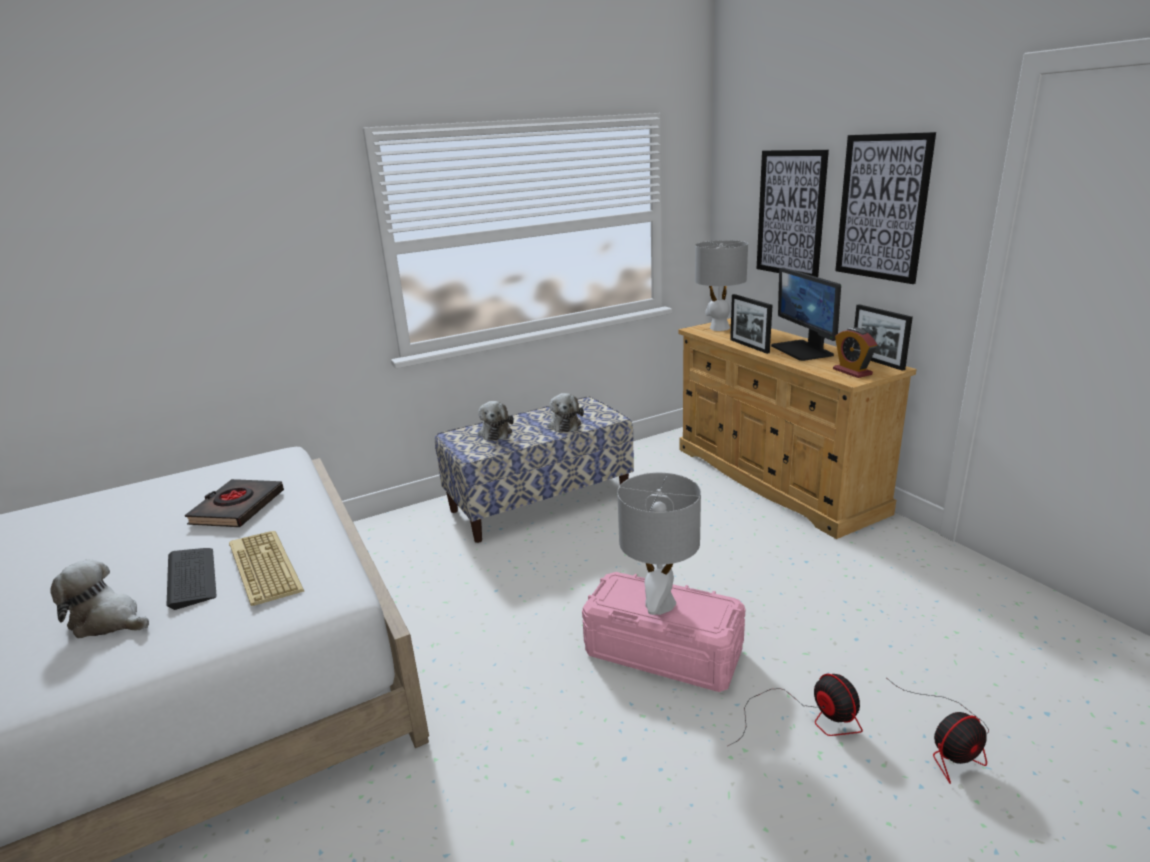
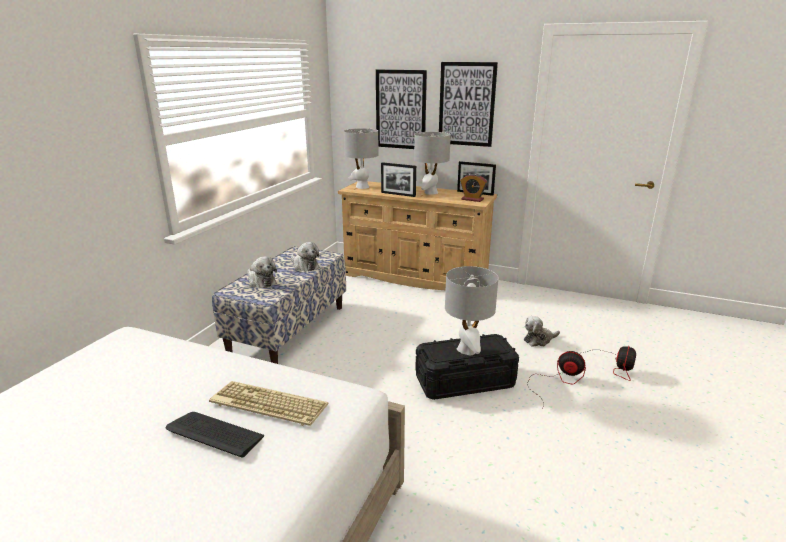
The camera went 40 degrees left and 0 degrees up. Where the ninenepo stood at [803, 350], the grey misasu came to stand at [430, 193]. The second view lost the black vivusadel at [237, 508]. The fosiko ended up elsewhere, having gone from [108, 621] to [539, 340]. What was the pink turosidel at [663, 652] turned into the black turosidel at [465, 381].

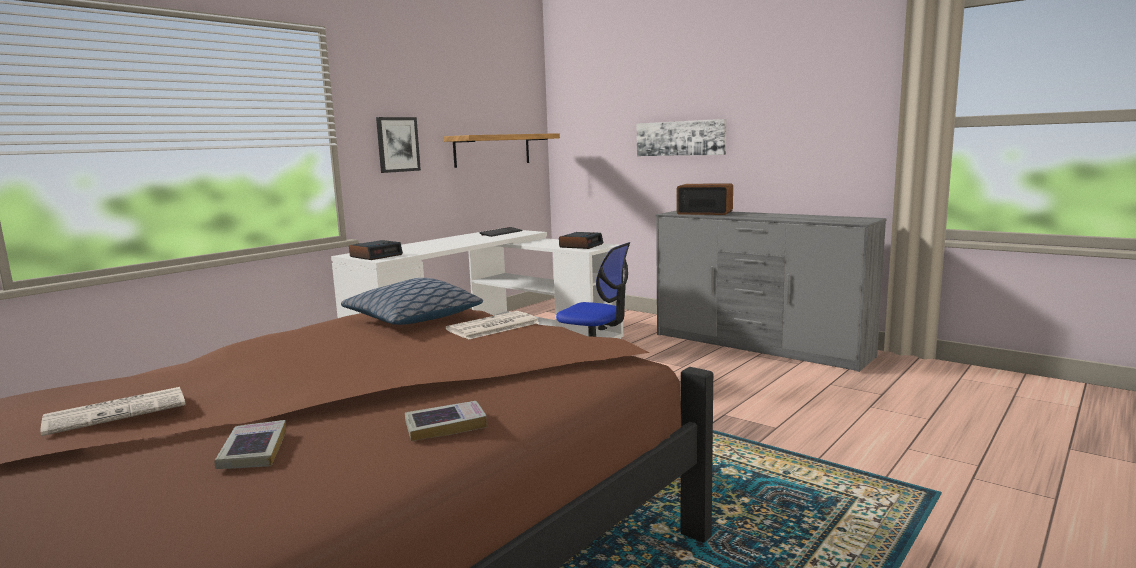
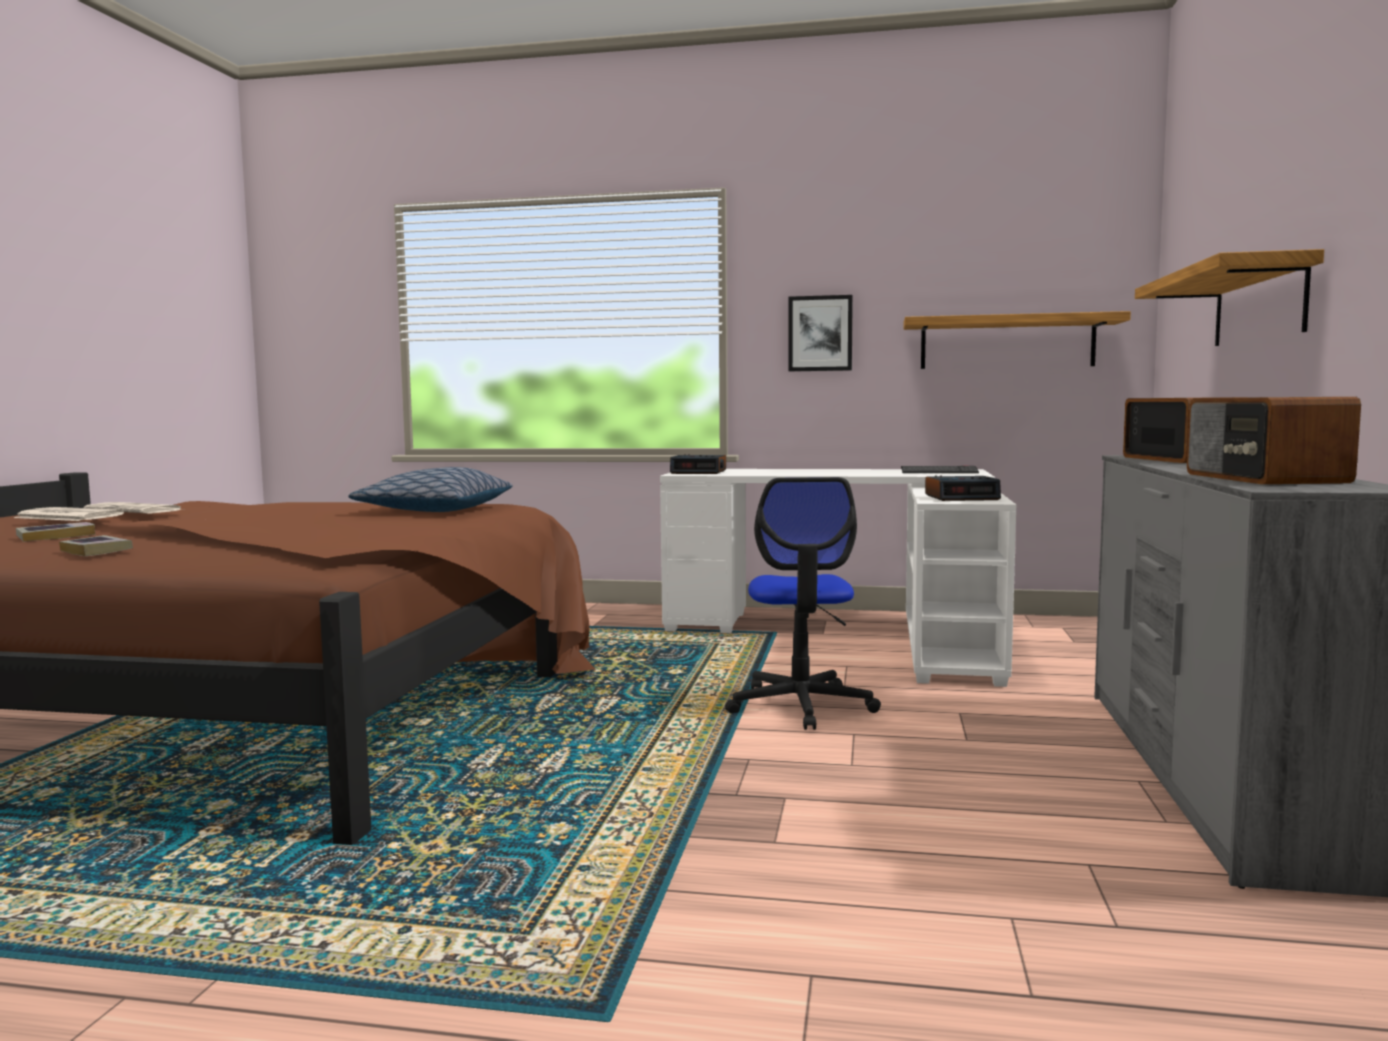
The camera went 60 degrees right and 5 degrees down. Where the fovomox hung at [680, 138], the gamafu came to hang at [1258, 305]. The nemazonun ended up elsewhere, having gone from [492, 327] to [67, 516]. The second view gained the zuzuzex at [1262, 478].

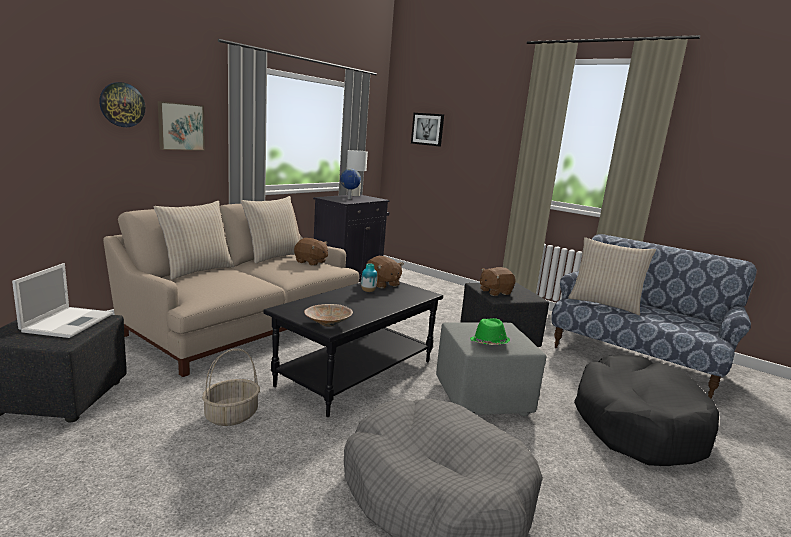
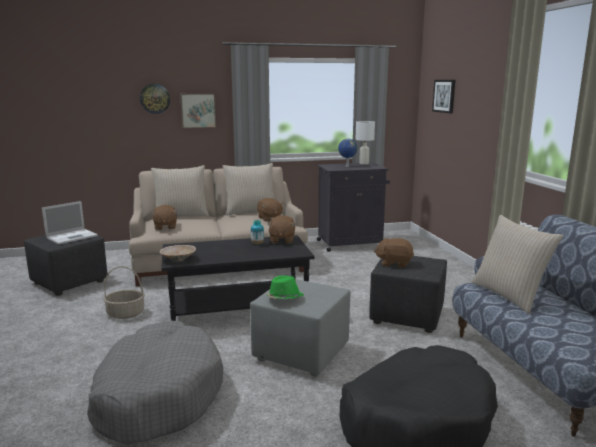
The camera went 40 degrees right and 0 degrees up. The second view gained the brown fosiko at [165, 227].

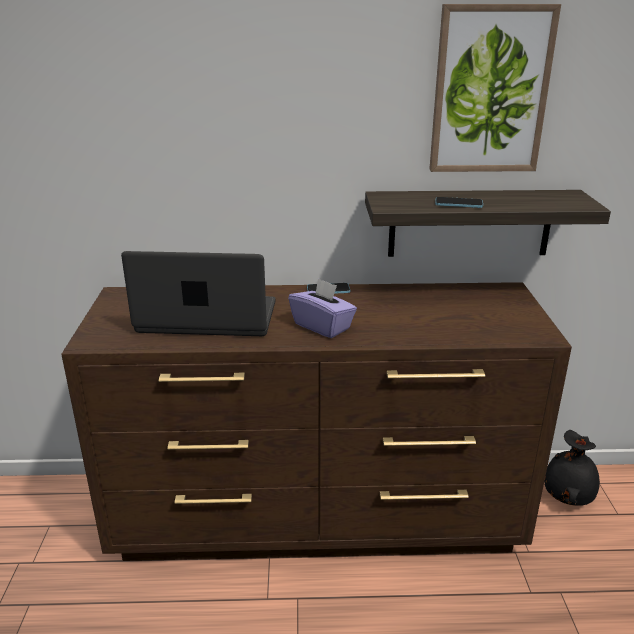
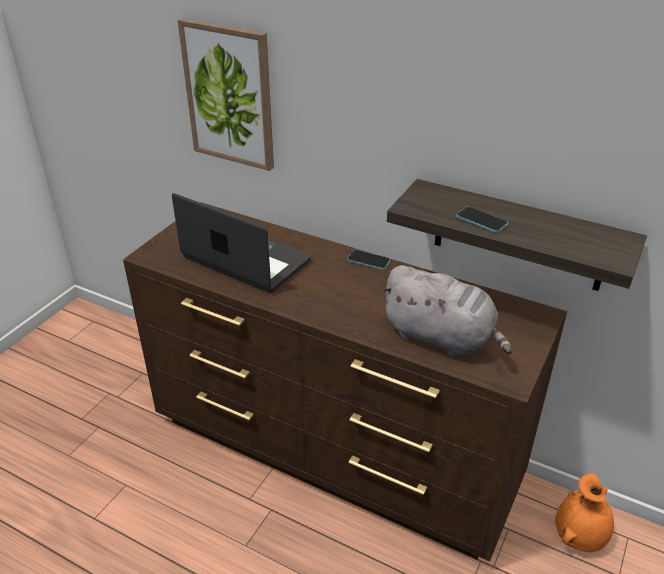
The camera went 30 degrees right and 10 degrees up. The fovomox ended up elsewhere, having gone from [490, 91] to [230, 95]. The second view lost the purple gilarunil at [322, 326]. What was the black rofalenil at [568, 498] turned into the orange rofalenil at [580, 537]. The second view gained the grey fosiko at [442, 338].

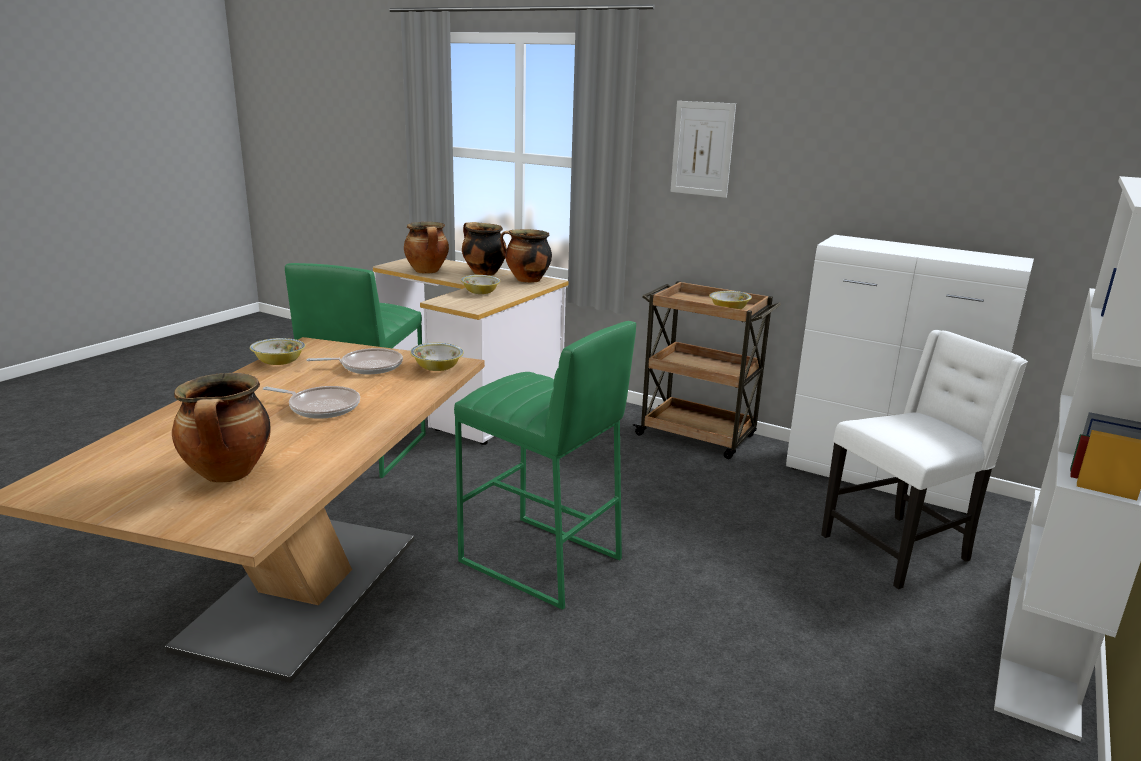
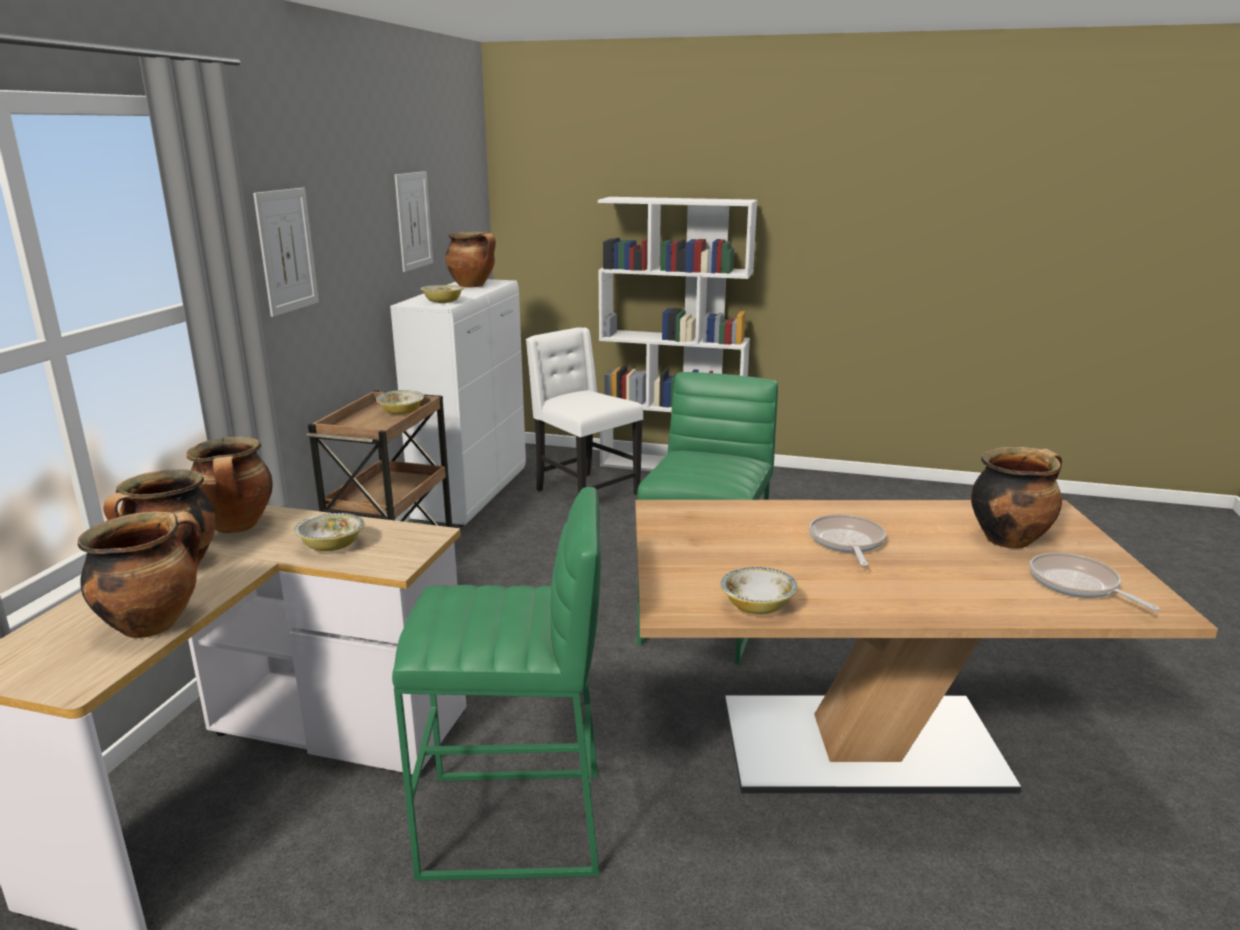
The camera went 105 degrees left and 0 degrees up. The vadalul ended up elsewhere, having gone from [437, 368] to [443, 302]. The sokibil ended up elsewhere, having gone from [367, 366] to [1077, 585]. The second view gained the fovomox at [413, 221]. The second view gained the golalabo at [473, 286].

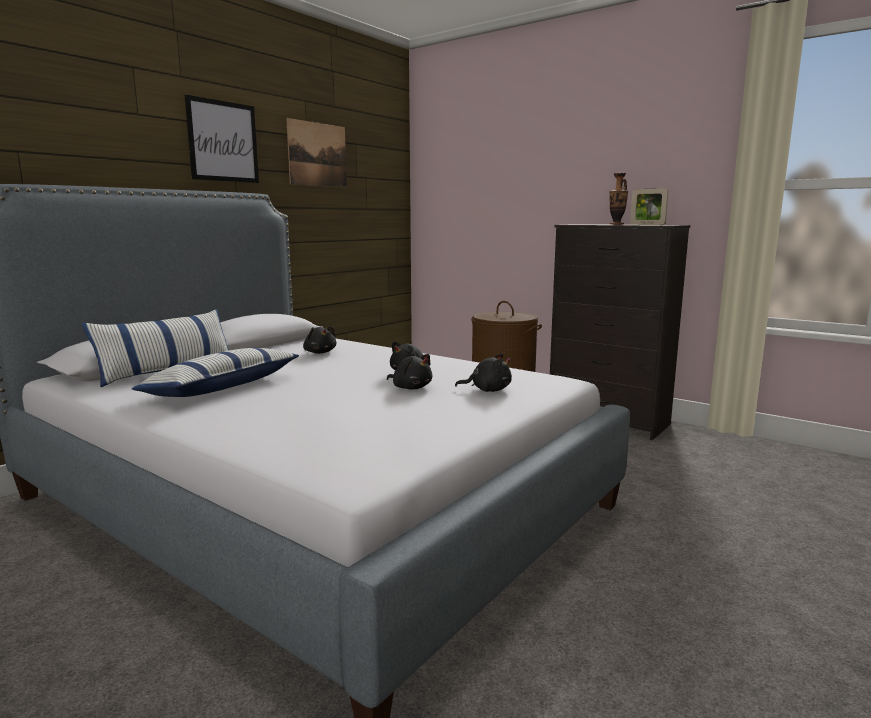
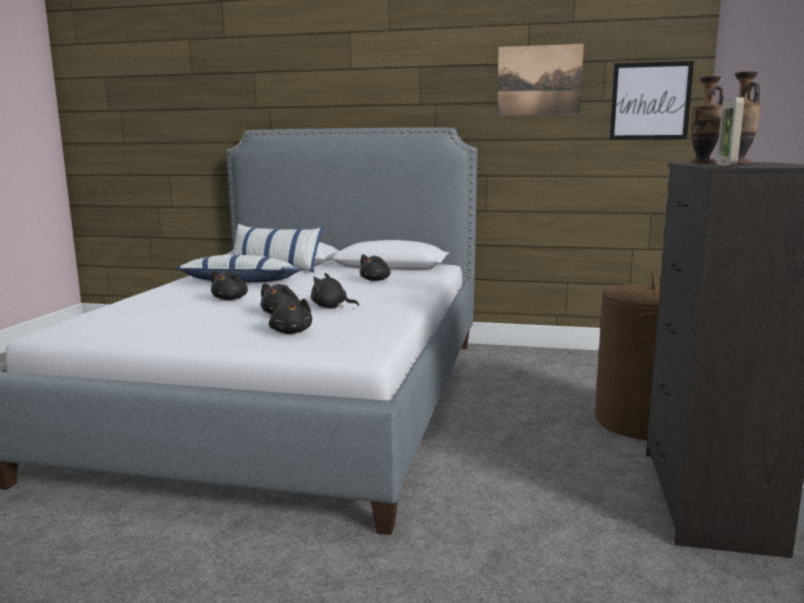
The camera went 65 degrees right and 0 degrees up. The fovomox ended up elsewhere, having gone from [223, 141] to [650, 101]. The second view gained the rofalenil at [702, 162]. The second view gained the black fosiko at [231, 299].

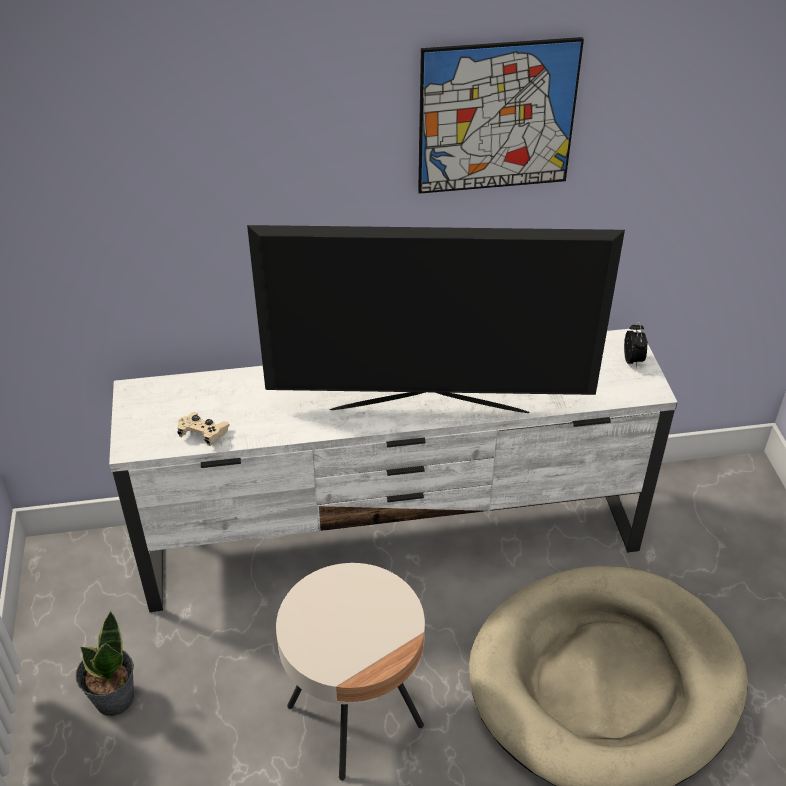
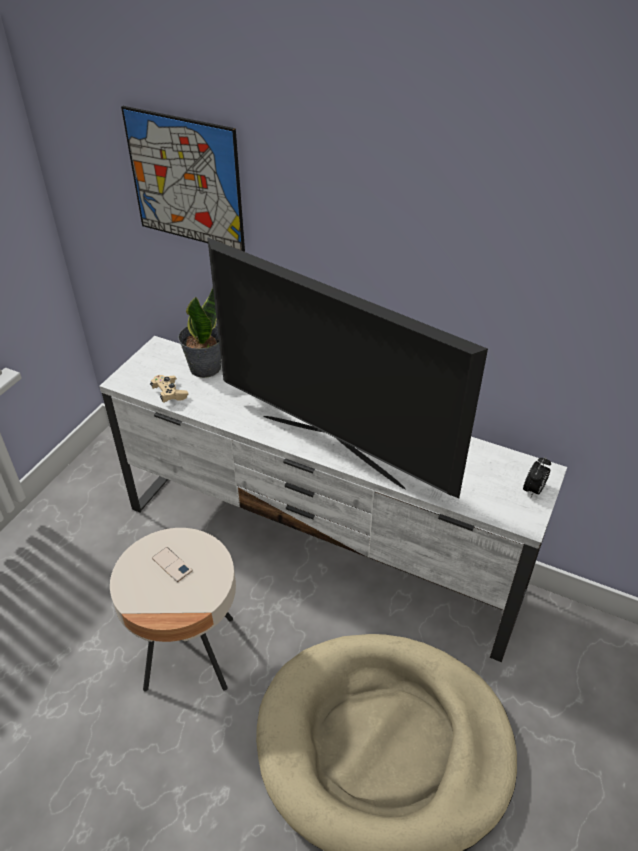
The camera went 35 degrees right and 0 degrees up. The fovomox ended up elsewhere, having gone from [497, 117] to [185, 180]. The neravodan ended up elsewhere, having gone from [113, 698] to [204, 367]. The second view gained the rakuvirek at [172, 564].

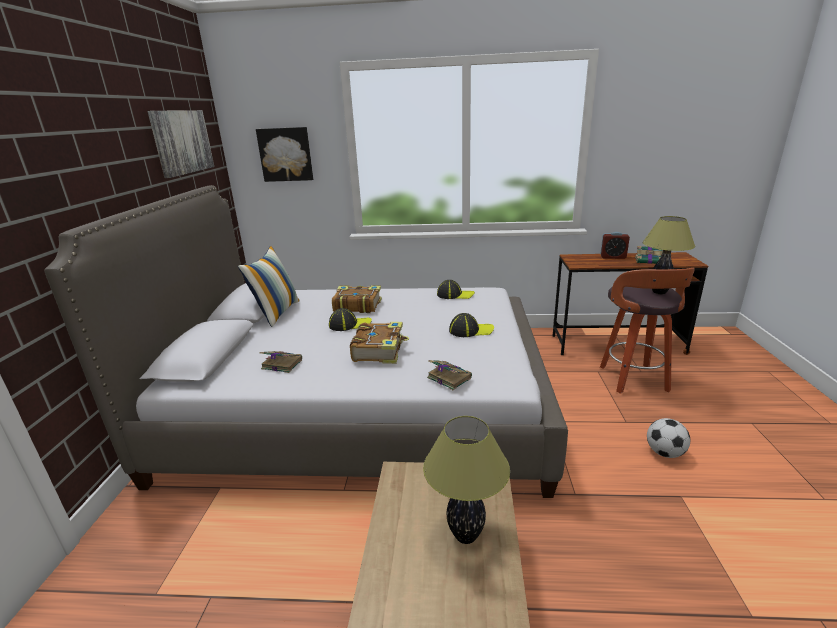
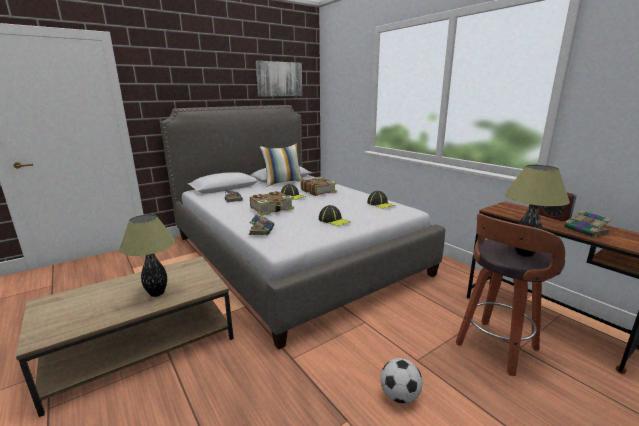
The camera went 50 degrees right and 5 degrees down. The second view lost the fovomox at [286, 154].

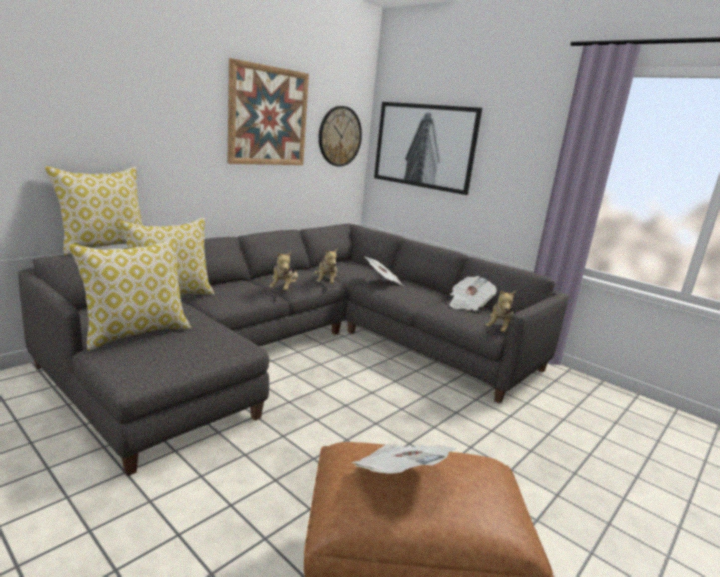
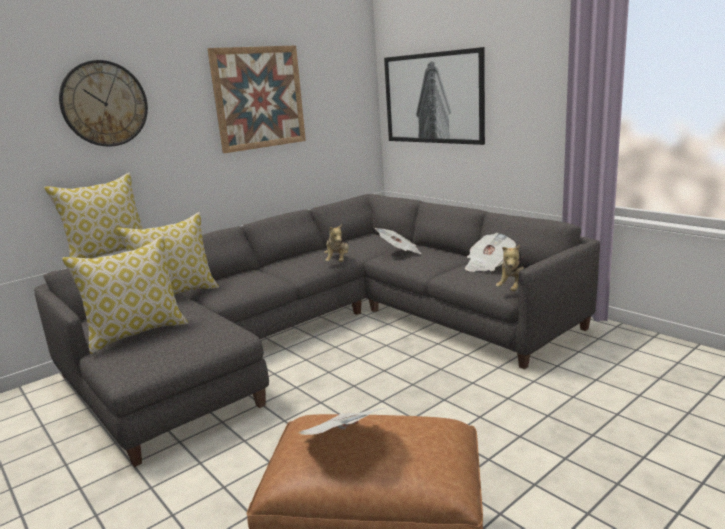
The camera went 10 degrees right and 0 degrees up. The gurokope ended up elsewhere, having gone from [339, 136] to [104, 104]. The second view lost the fosiko at [284, 289].

